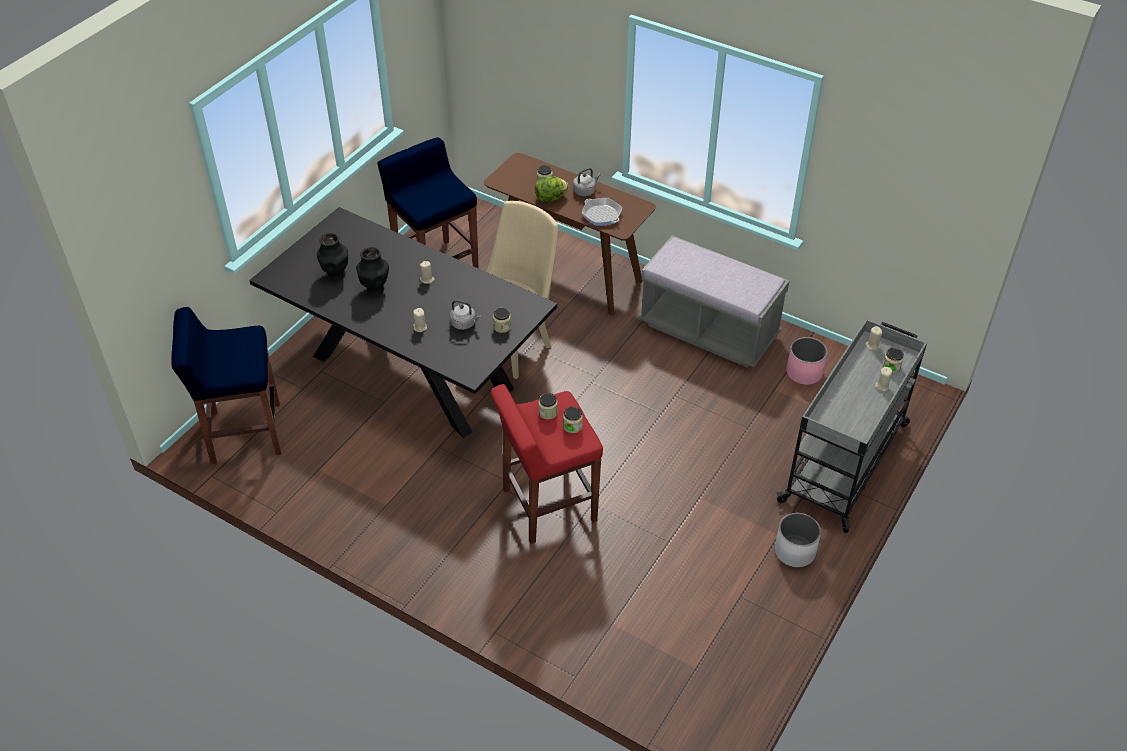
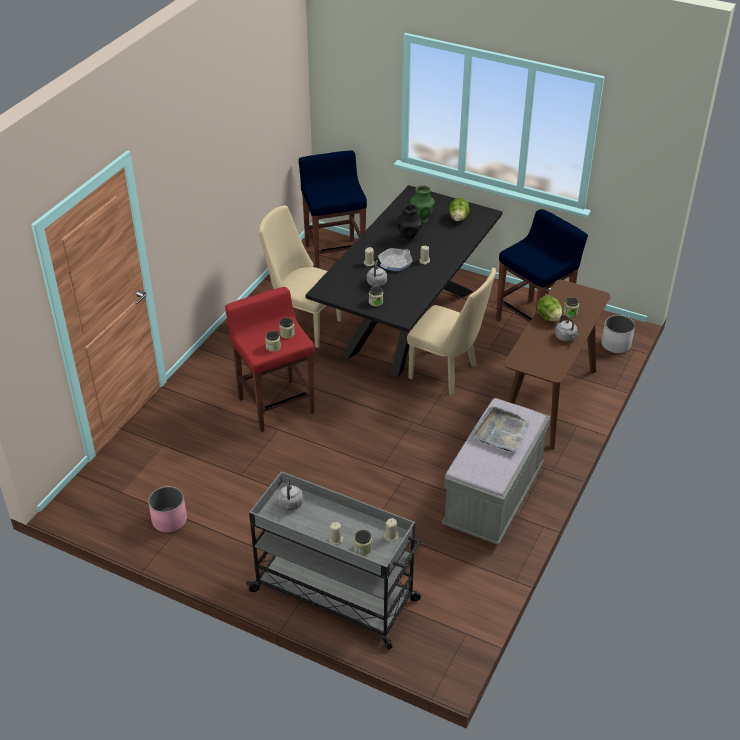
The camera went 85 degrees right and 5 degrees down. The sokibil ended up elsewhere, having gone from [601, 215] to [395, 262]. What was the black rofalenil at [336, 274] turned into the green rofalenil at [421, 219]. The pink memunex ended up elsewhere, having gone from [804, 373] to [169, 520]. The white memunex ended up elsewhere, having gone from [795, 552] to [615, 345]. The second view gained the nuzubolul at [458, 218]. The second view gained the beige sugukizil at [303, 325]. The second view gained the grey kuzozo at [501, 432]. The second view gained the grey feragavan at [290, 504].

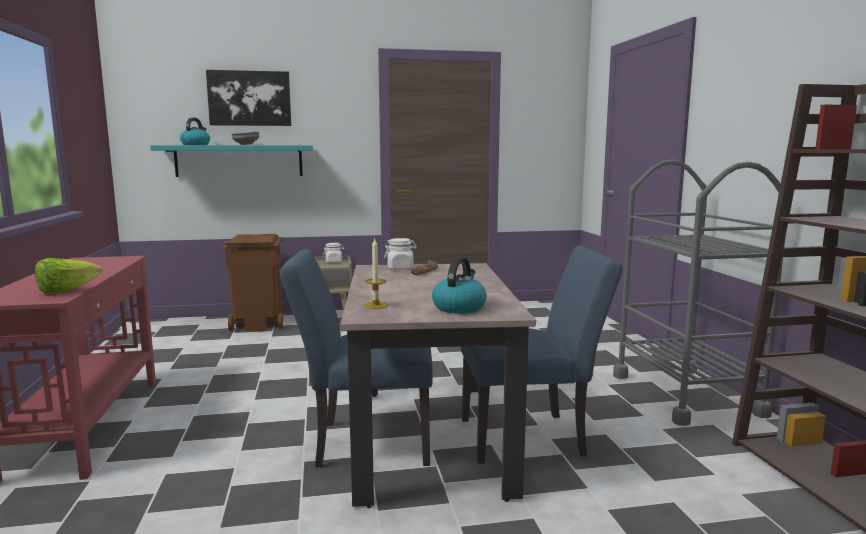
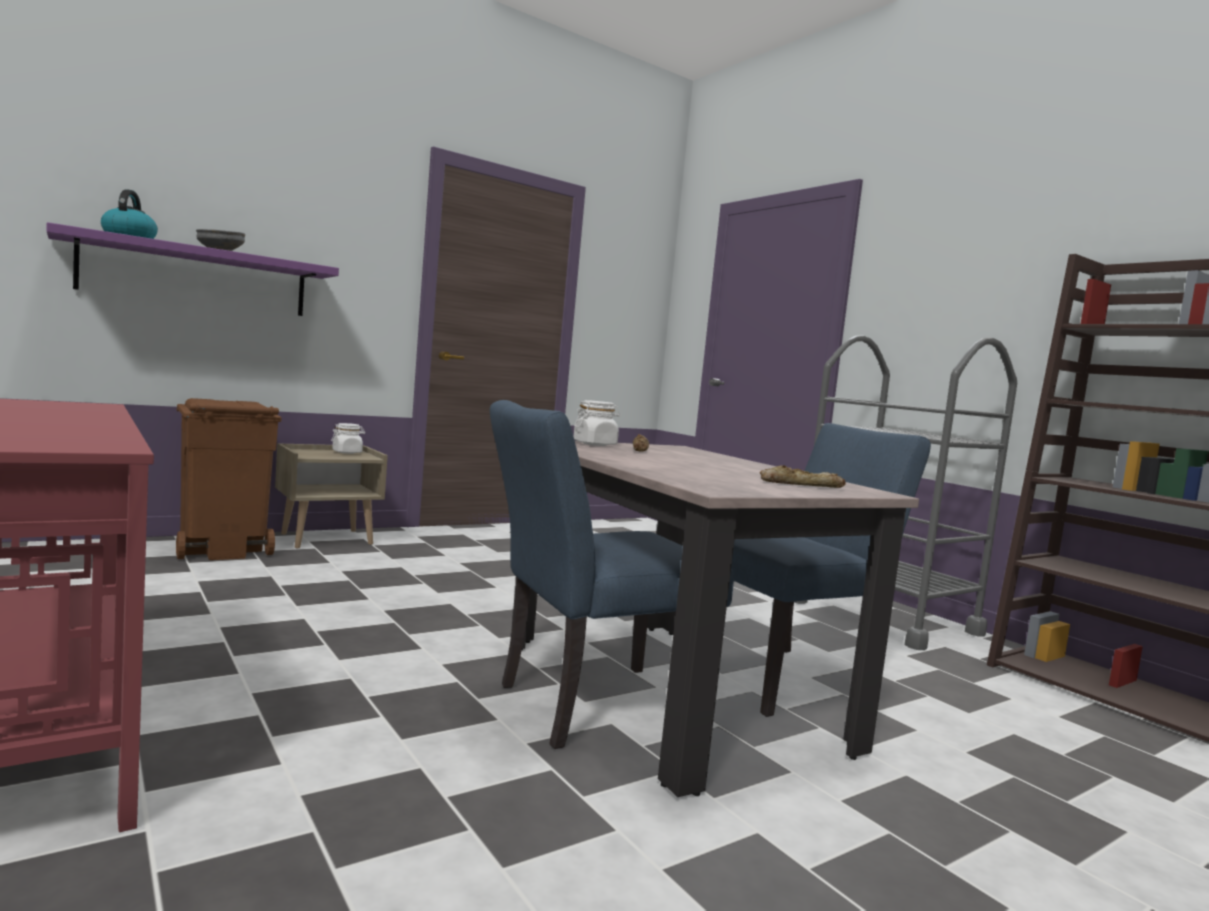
The camera went 25 degrees left and 5 degrees down. The second view lost the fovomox at [249, 98]. What was the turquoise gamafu at [239, 161] turned into the purple gamafu at [197, 278]. The second view lost the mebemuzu at [375, 305]. Where the feragavan stood at [459, 307], the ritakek came to stand at [800, 484]. The second view lost the nuzubolul at [66, 291].

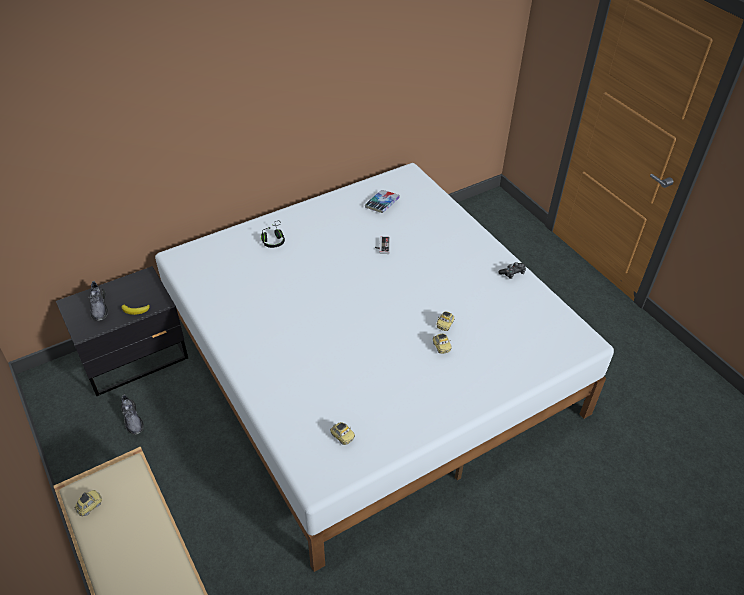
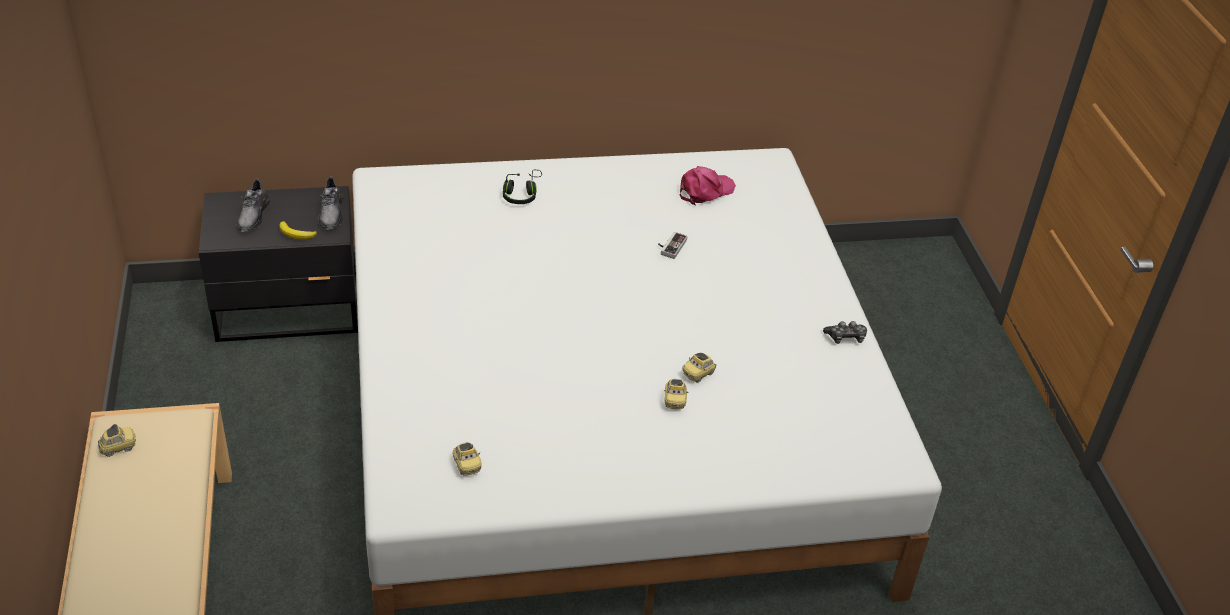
The camera went 20 degrees right and 5 degrees down. Where the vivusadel stood at [382, 204], the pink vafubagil came to stand at [705, 191]. The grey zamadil ended up elsewhere, having gone from [132, 419] to [331, 213].

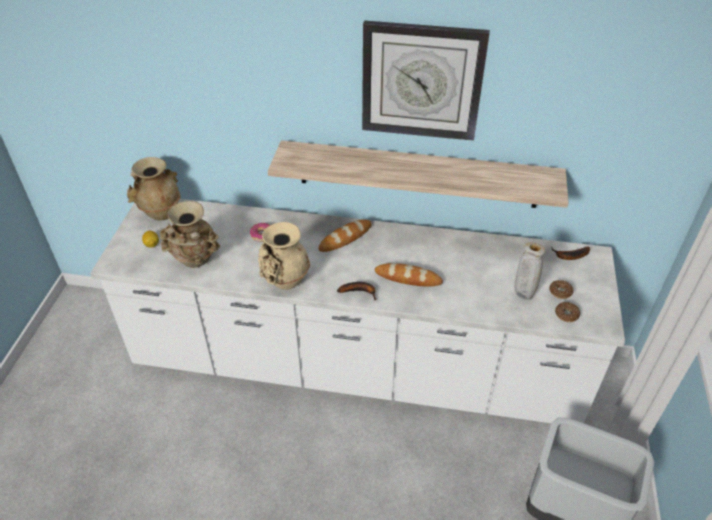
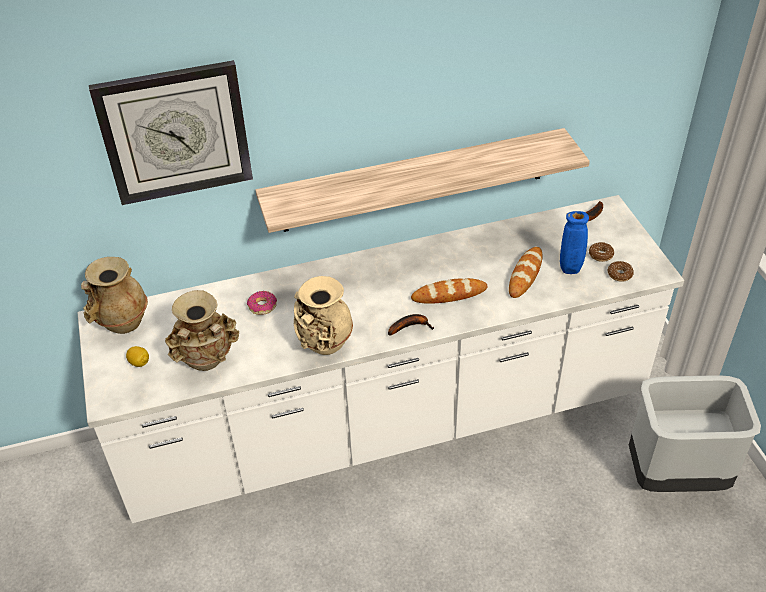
The camera went 25 degrees left and 0 degrees up. The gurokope ended up elsewhere, having gone from [421, 81] to [175, 132]. The ritakek ended up elsewhere, having gone from [345, 238] to [525, 274]. What was the beige rofalenil at [523, 296] turned into the blue rofalenil at [569, 271].

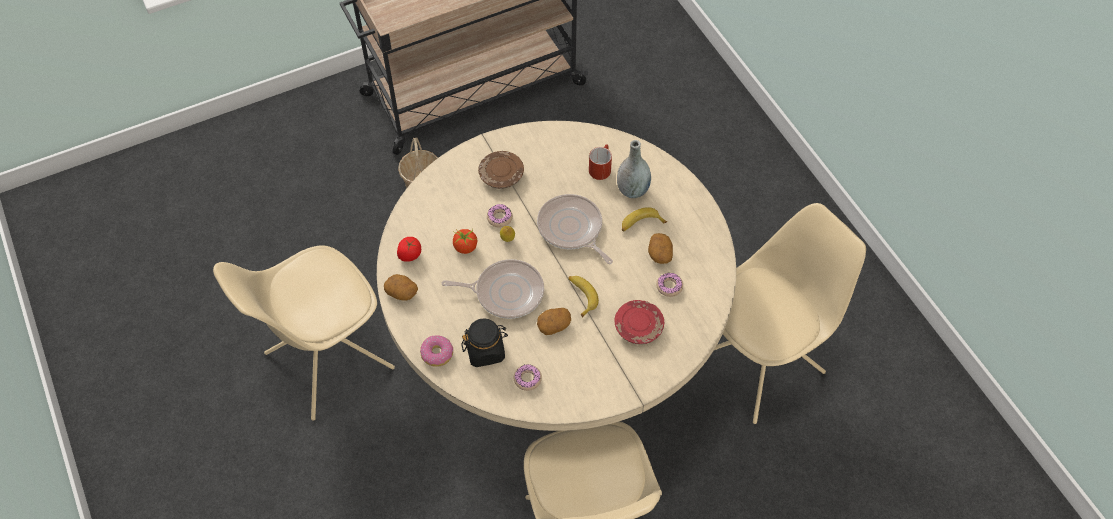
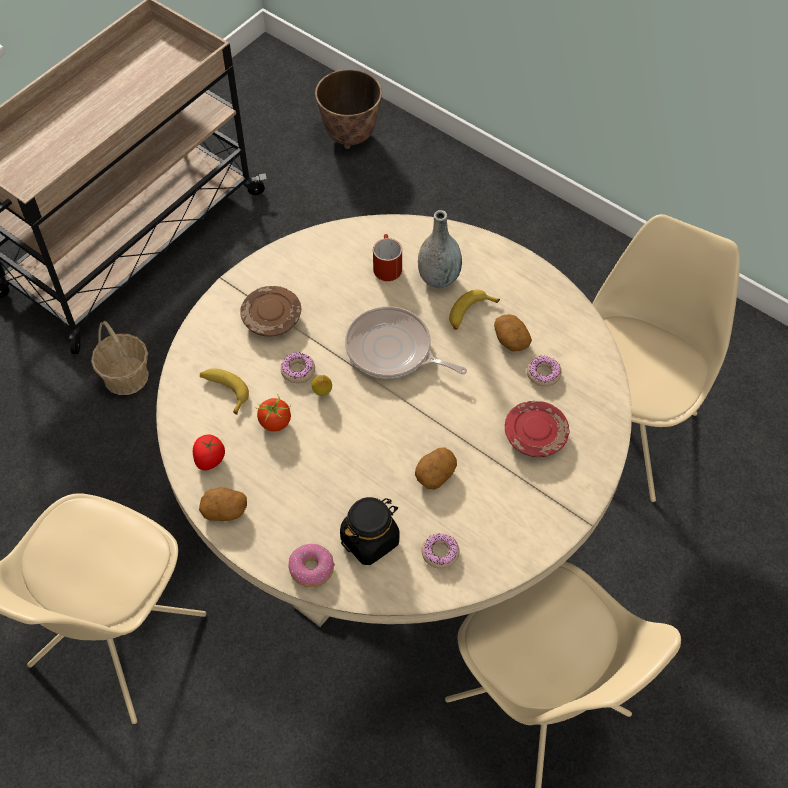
The camera went 25 degrees left and 0 degrees up. The second view lost the sokibil at [505, 292]. The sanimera ended up elsewhere, having gone from [581, 296] to [224, 391]. The second view gained the memunex at [350, 136].

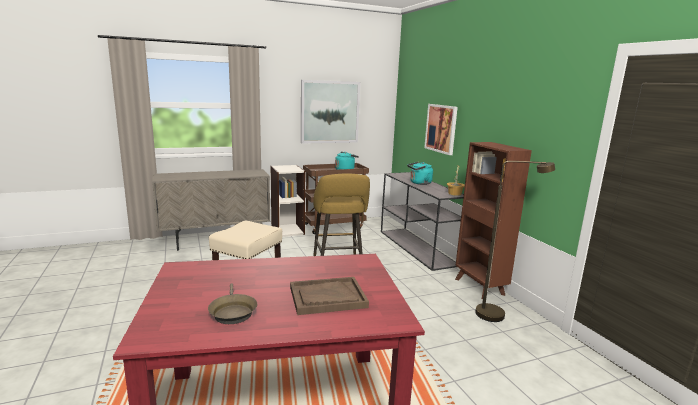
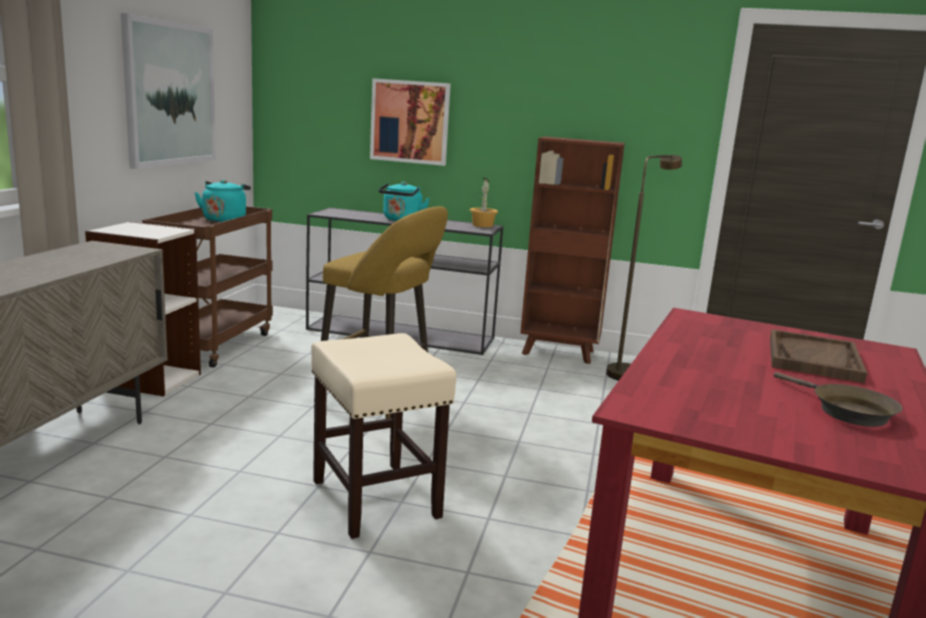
The camera went 55 degrees left and 0 degrees up. The brown sokibil at [232, 312] ended up facing another way, 45 degrees clockwise from before.

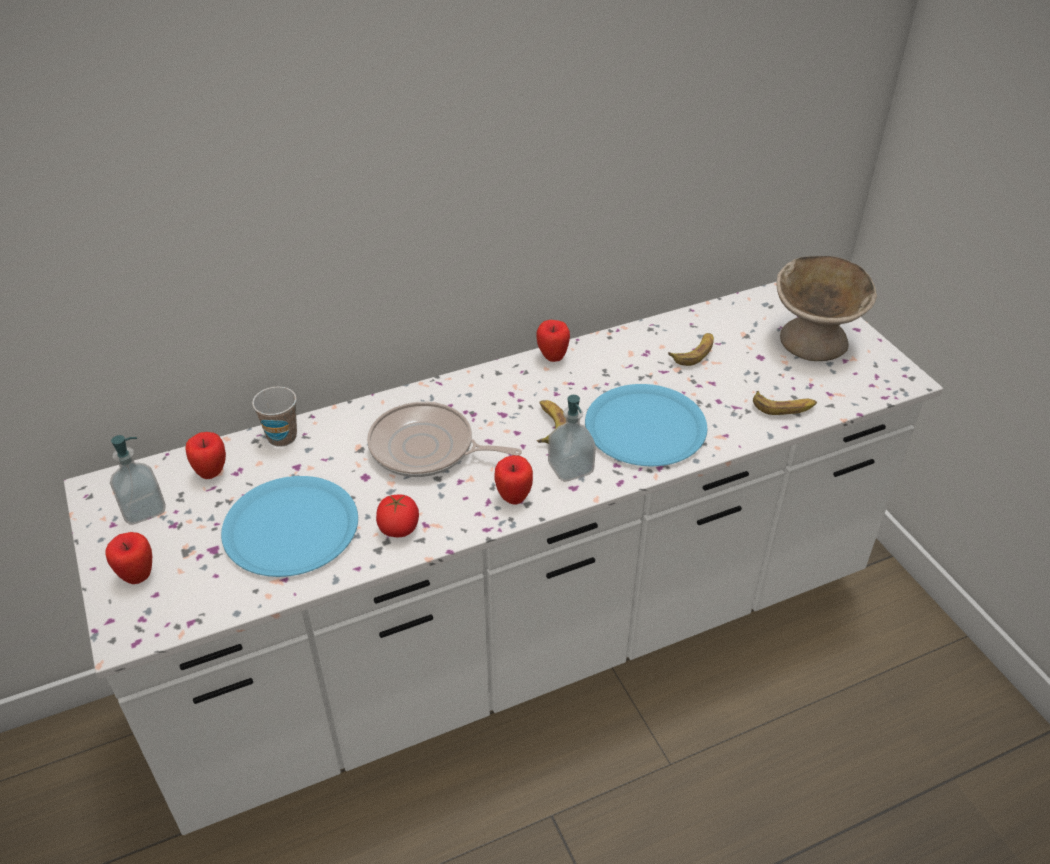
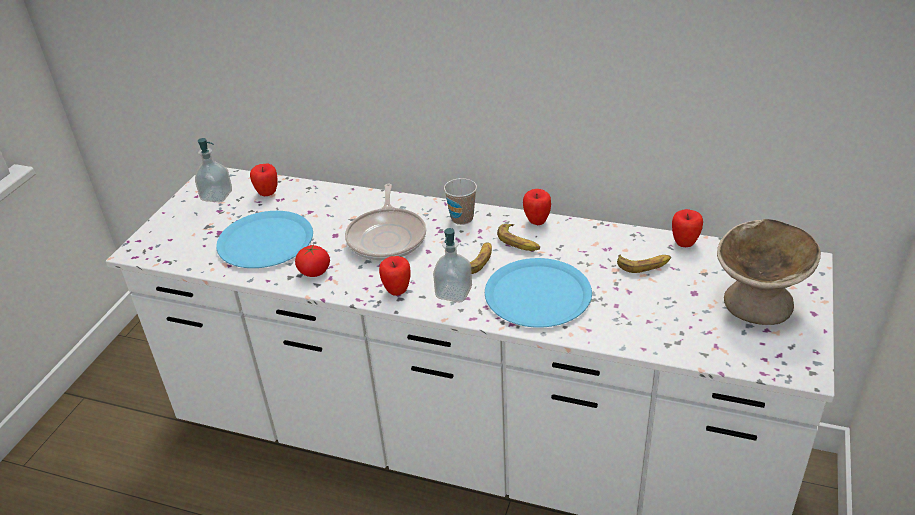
The camera went 45 degrees right and 5 degrees down. The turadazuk ended up elsewhere, having gone from [282, 437] to [462, 218]. The sanimera ended up elsewhere, having gone from [783, 407] to [518, 242]. The sokibil at [427, 449] ended up facing another way, 150 degrees counterclockwise from before. The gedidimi ended up elsewhere, having gone from [137, 575] to [684, 243].

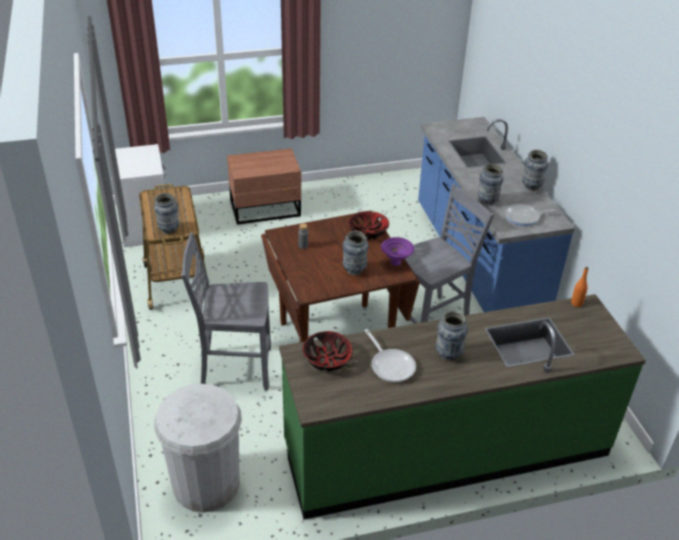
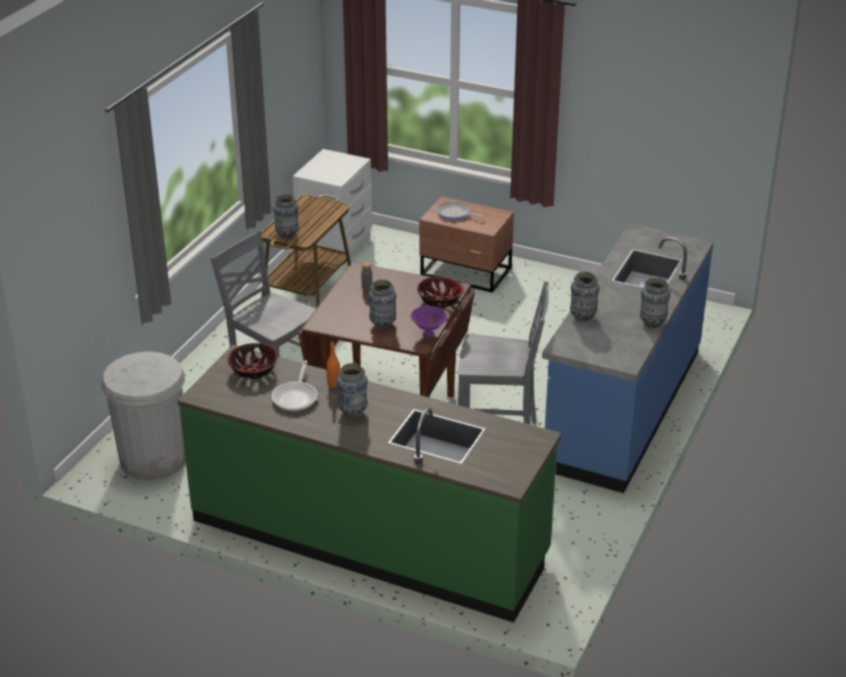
The camera went 40 degrees right and 5 degrees down. The sokibil ended up elsewhere, having gone from [524, 217] to [455, 213]. The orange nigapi ended up elsewhere, having gone from [576, 303] to [333, 384].

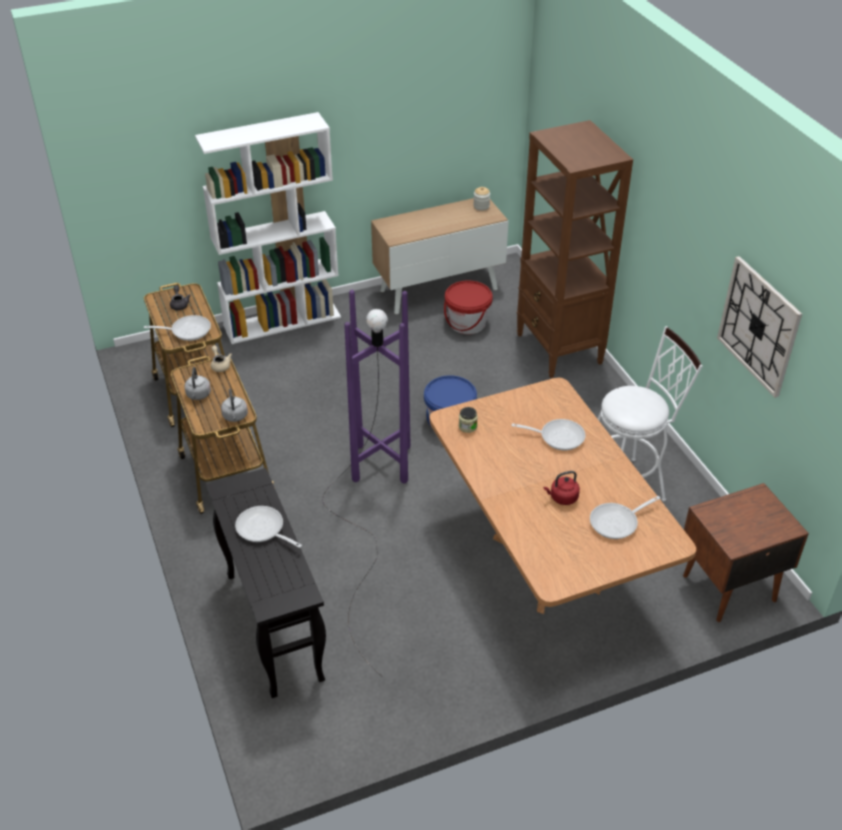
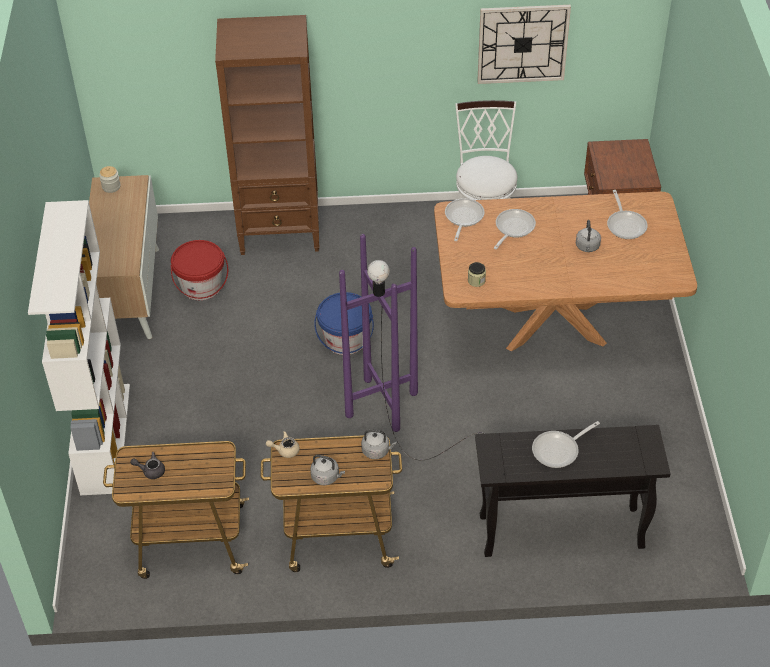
The camera went 70 degrees left and 5 degrees up. The sokibil ended up elsewhere, having gone from [187, 330] to [463, 218]. What was the red feragavan at [562, 498] turned into the grey feragavan at [587, 247].

